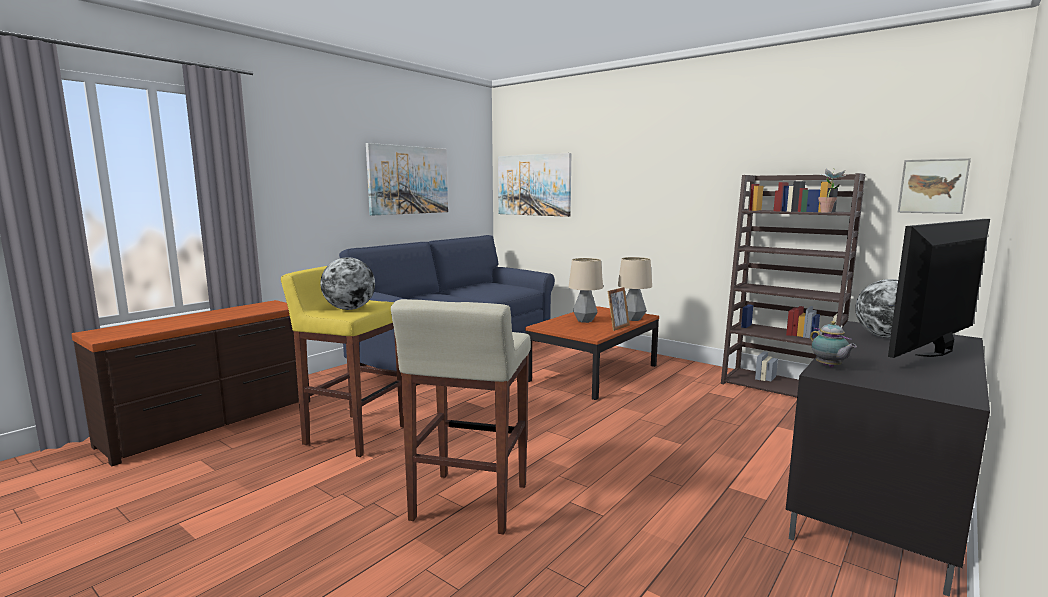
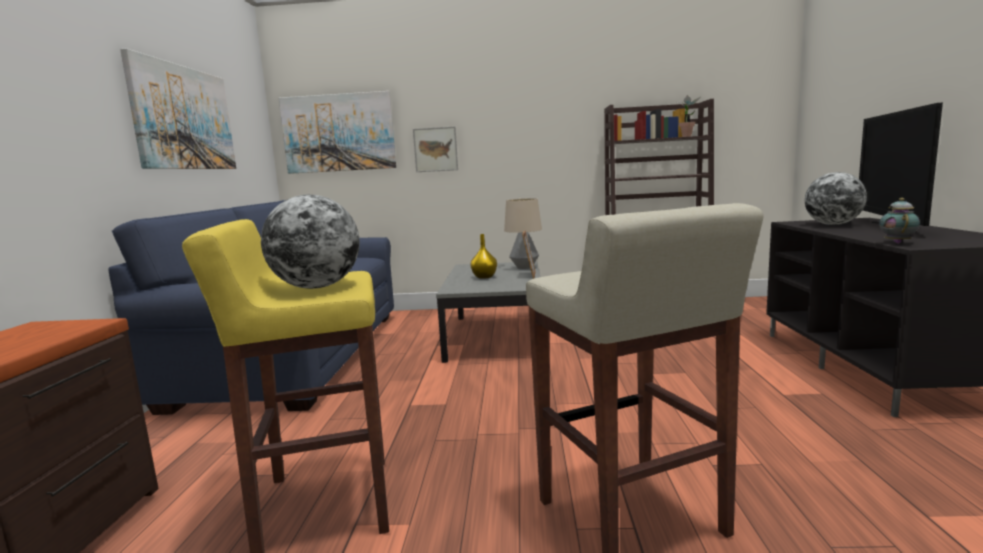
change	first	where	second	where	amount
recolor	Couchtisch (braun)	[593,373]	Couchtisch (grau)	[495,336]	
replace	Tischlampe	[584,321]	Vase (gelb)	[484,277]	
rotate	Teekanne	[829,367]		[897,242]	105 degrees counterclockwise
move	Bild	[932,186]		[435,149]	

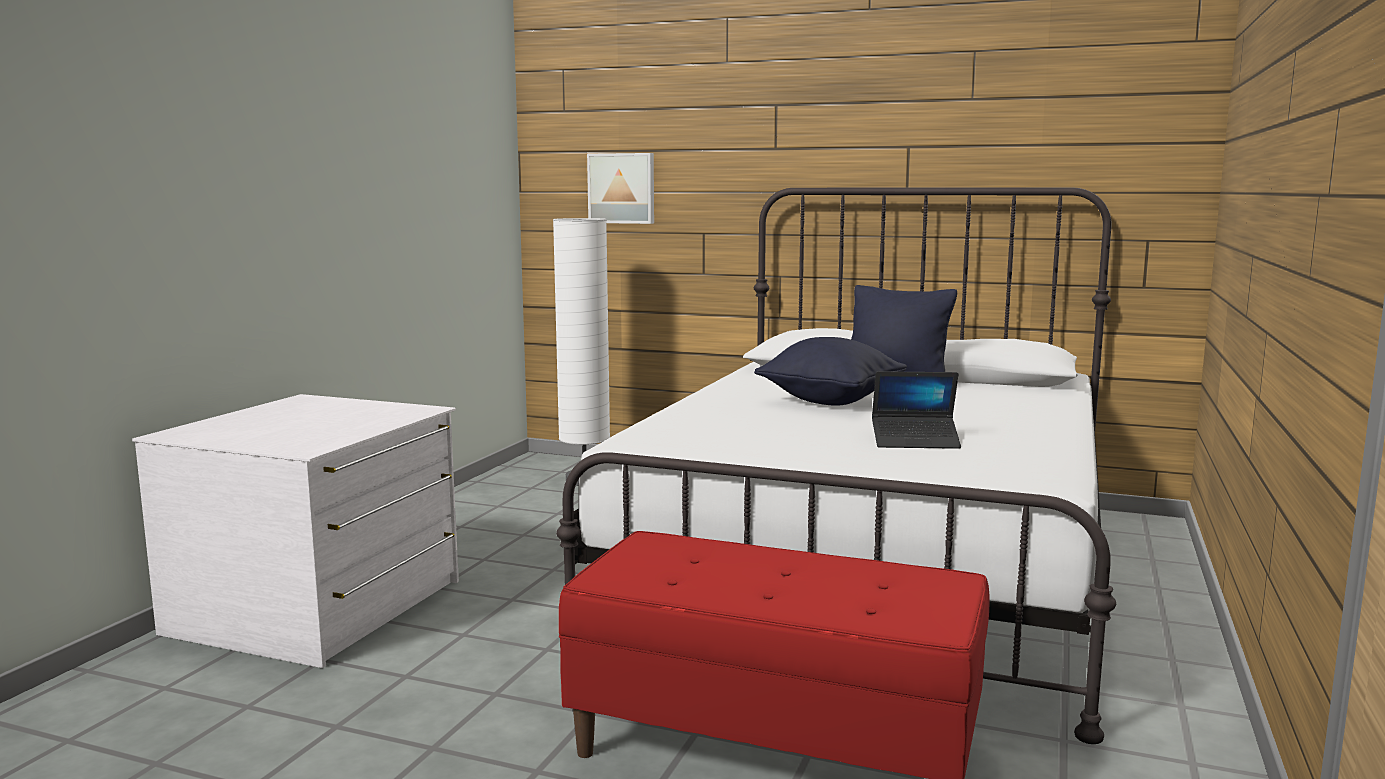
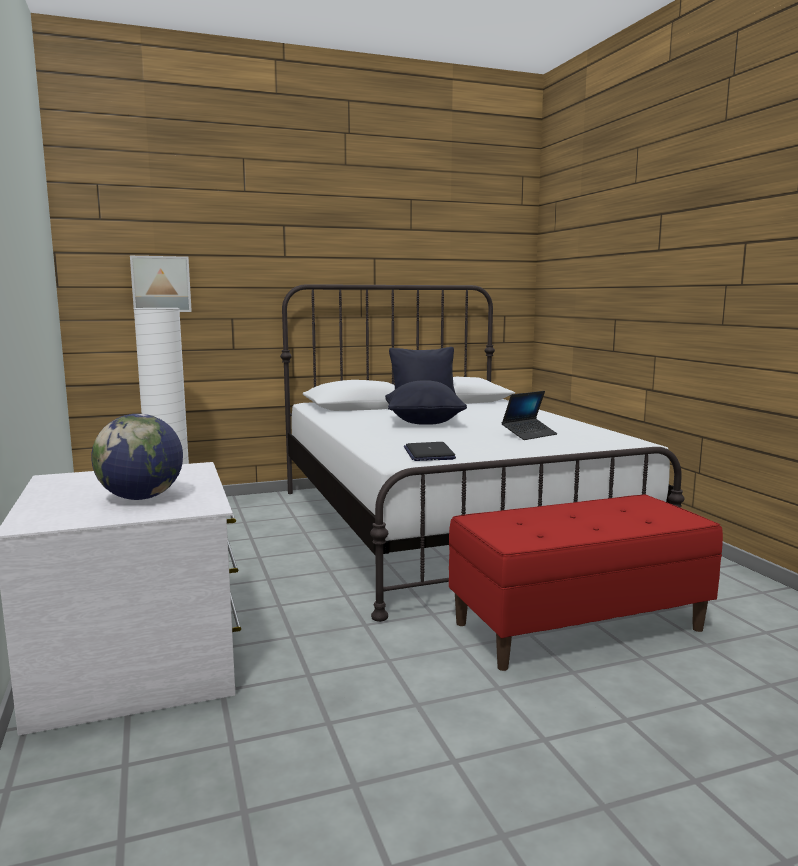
change	first	where	second	where	amount
insert			Globus	[141,498]	
insert			Laptop	[429,453]	

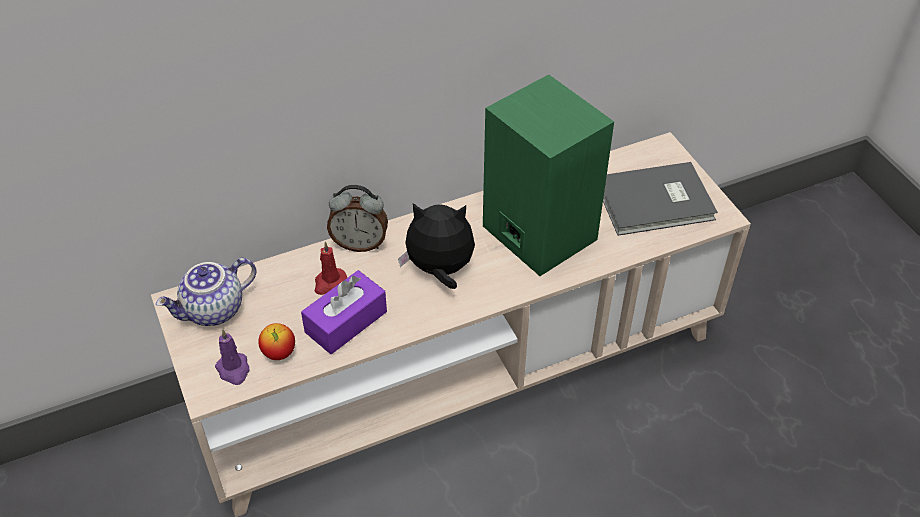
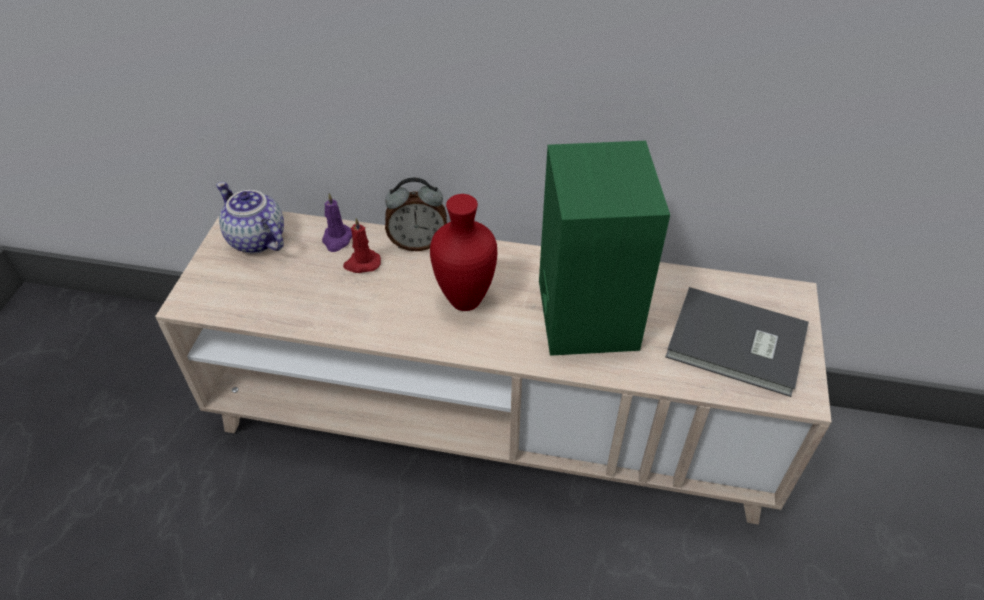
change	first	where	second	where	amount
rotate	Teekanne	[214,311]		[255,240]	45 degrees clockwise
move	Kerze (lila)	[234,370]		[337,239]	
delete	Apfel	[279,353]			
delete	Taschentuchbox (lila)	[346,322]			
rotate	Wecker	[360,243]		[418,243]	45 degrees counterclockwise
replace	Plüschtier	[440,270]	Vase (rot)	[463,301]	

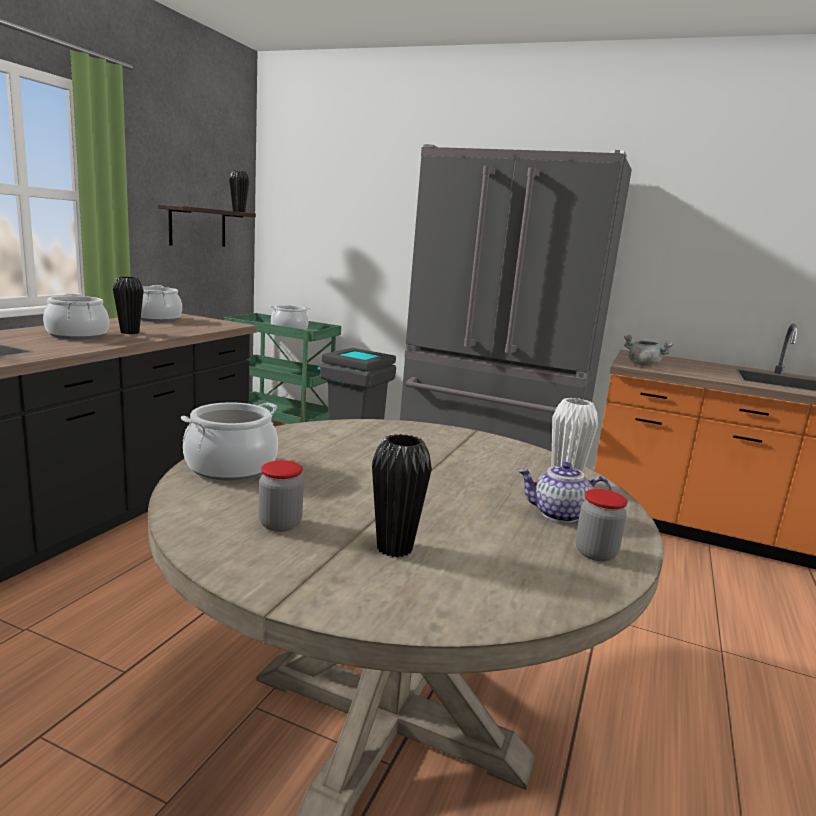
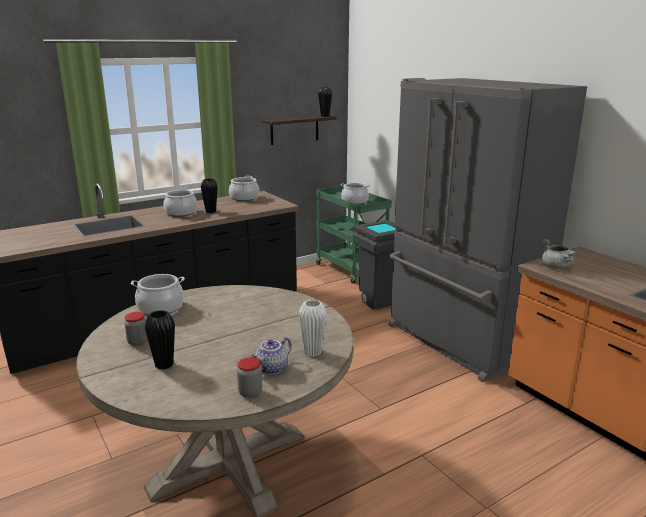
change	first	where	second	where	amount
rotate	Teekanne	[558,515]		[272,369]	90 degrees counterclockwise

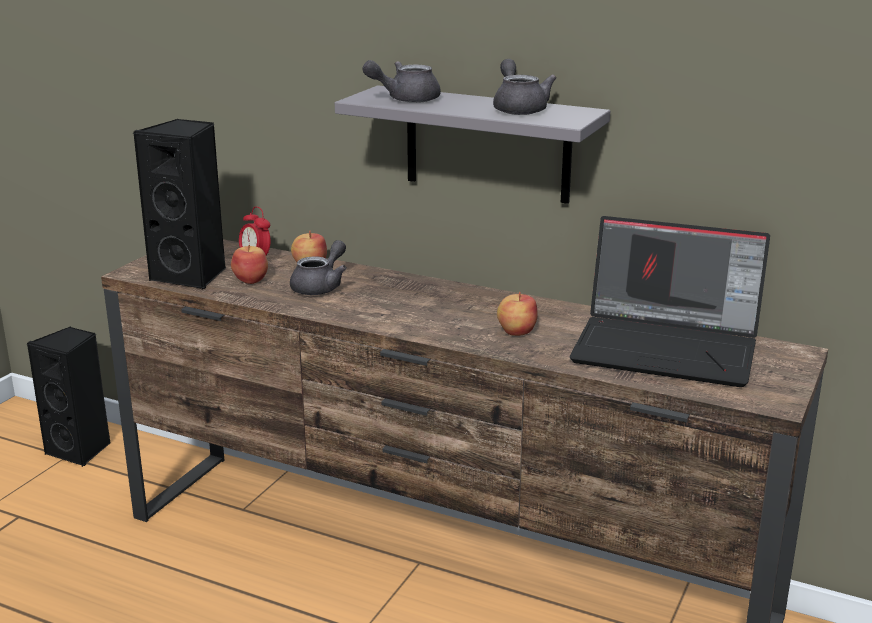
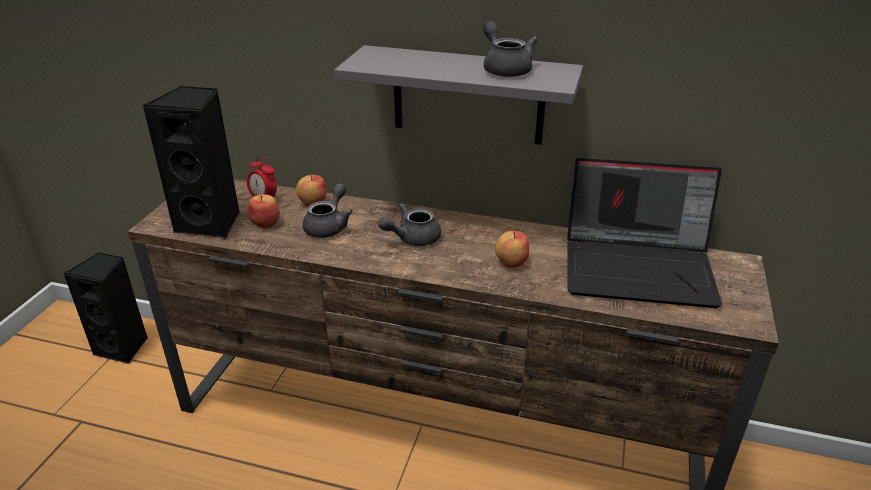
change	first	where	second	where	amount
move	Teekanne (grau)	[405,99]		[412,238]	

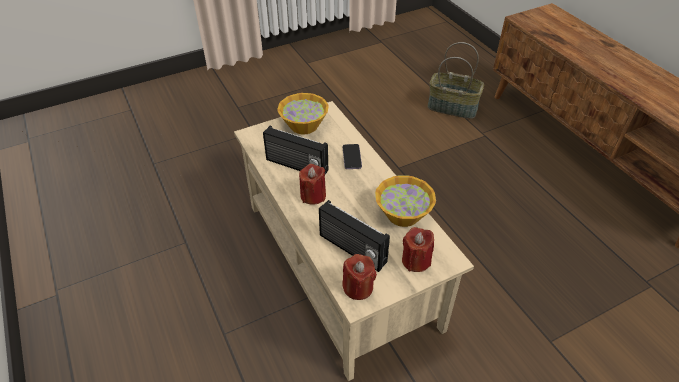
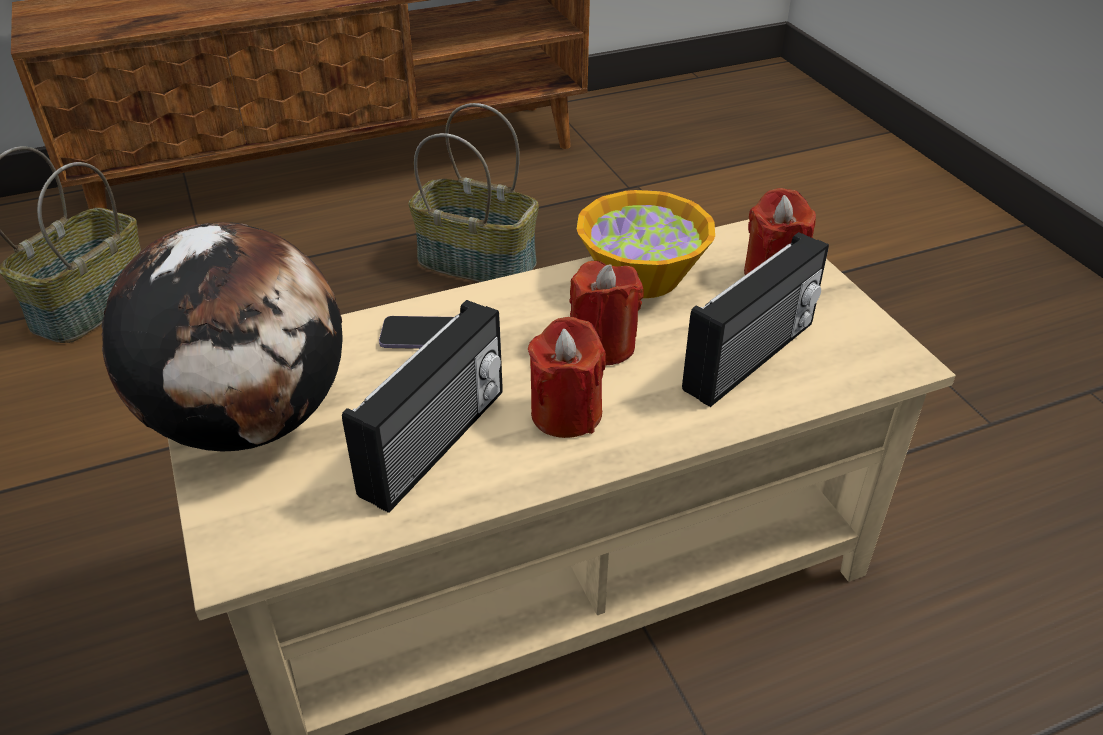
change	first	where	second	where	amount
replace	Schüssel	[304,125]	Globus	[251,421]	
move	Kerze (rot)	[358,287]		[602,345]	
insert			Korb	[478,262]	

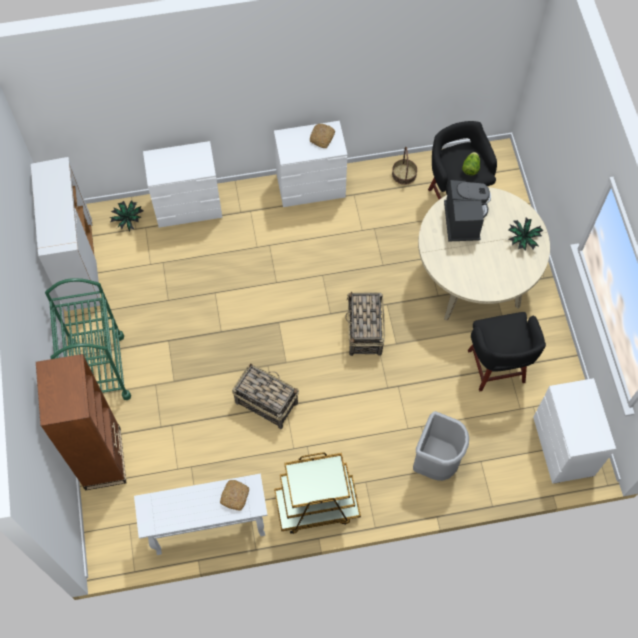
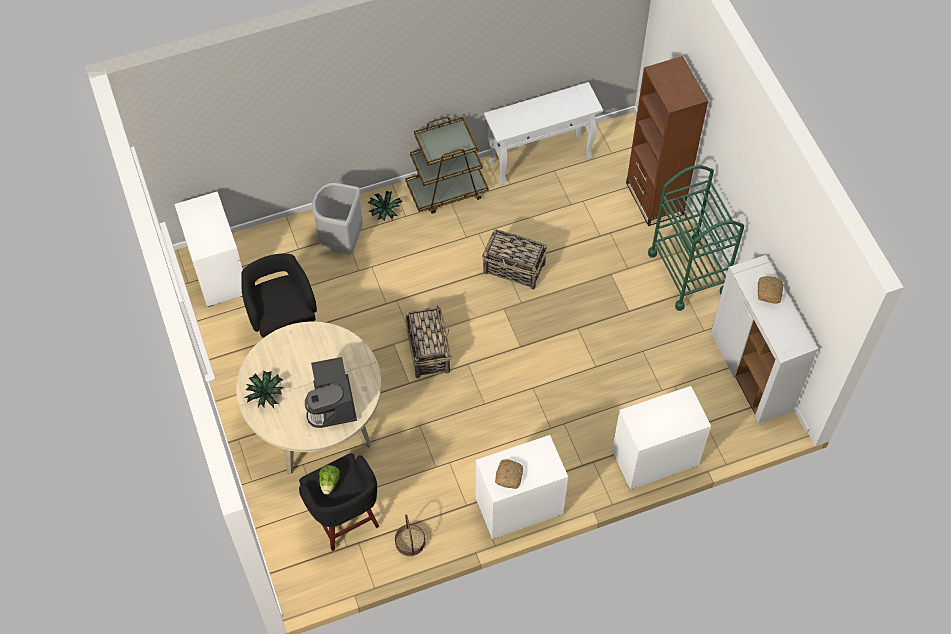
change	first	where	second	where	amount
move	Topfpflanze	[128,219]		[385,211]	
move	Brot	[234,496]		[769,292]	

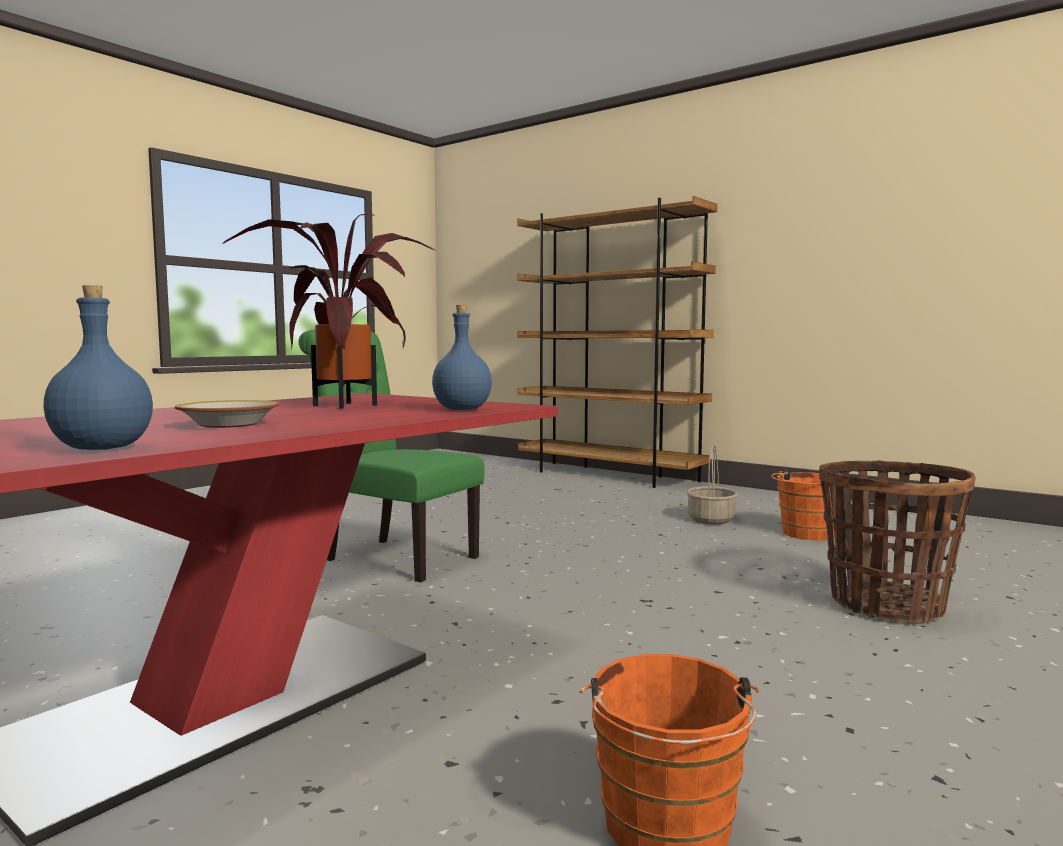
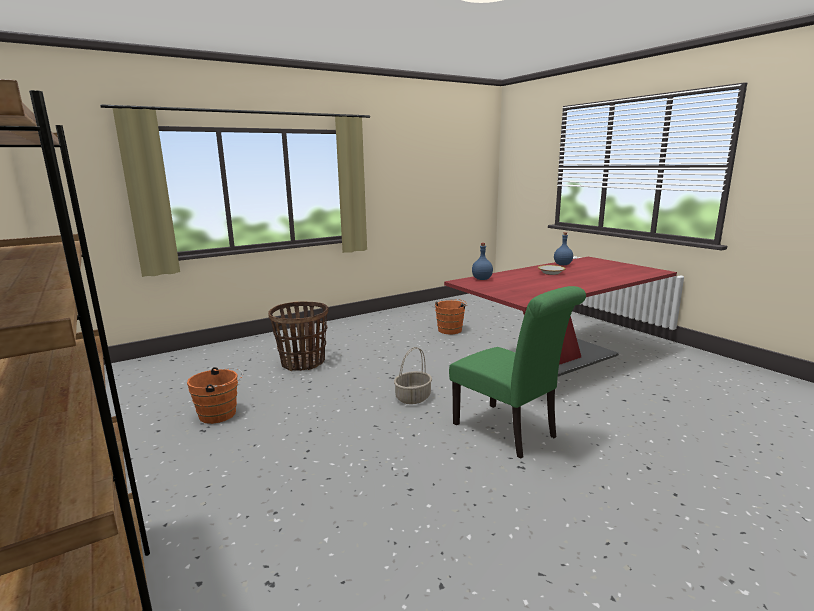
change	first	where	second	where	amount
delete	Topfpflanze	[344,405]			
move	Korb	[711,520]		[413,397]	

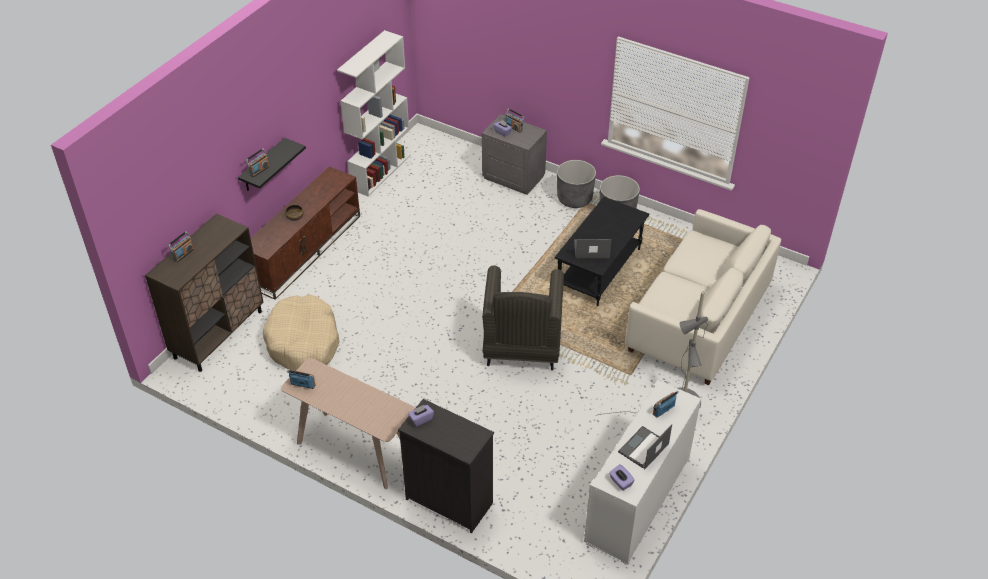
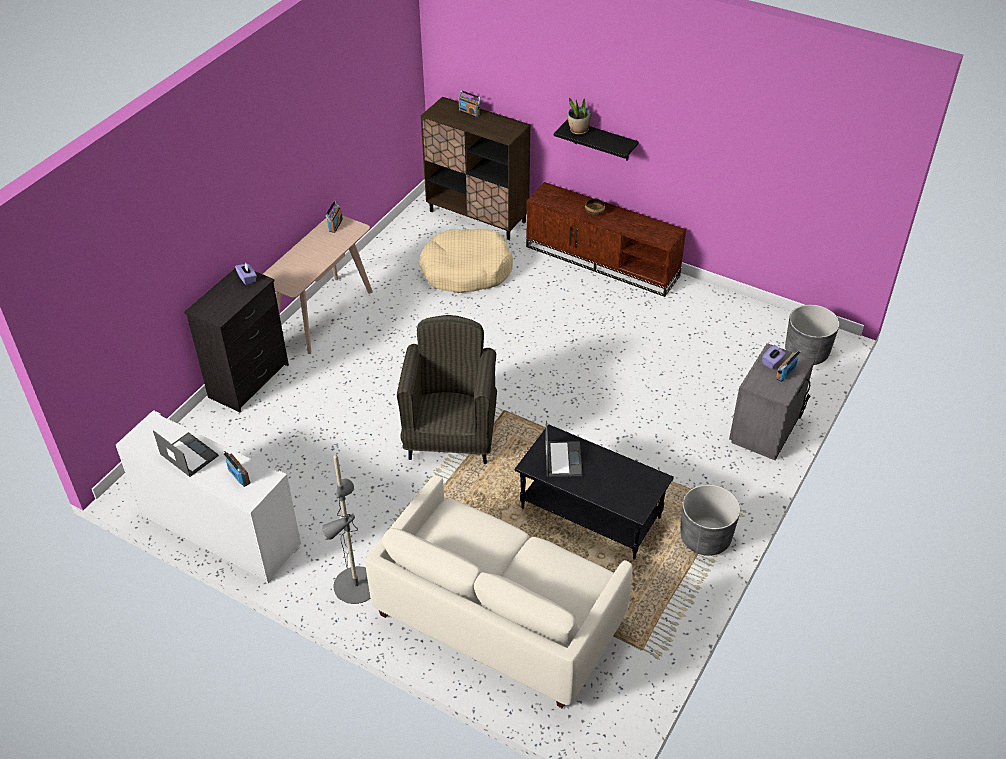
change	first	where	second	where	amount
replace	Radio	[259,170]	Topfpflanze	[578,130]	
delete	Bücherregal (weiß)	[381,171]			
rotate	Sessel (grau)	[522,348]		[451,435]	90 degrees clockwise
move	Pflanzkübel (grau)	[574,198]		[806,352]	
delete	Taschentuchbox (lila)	[620,482]			

